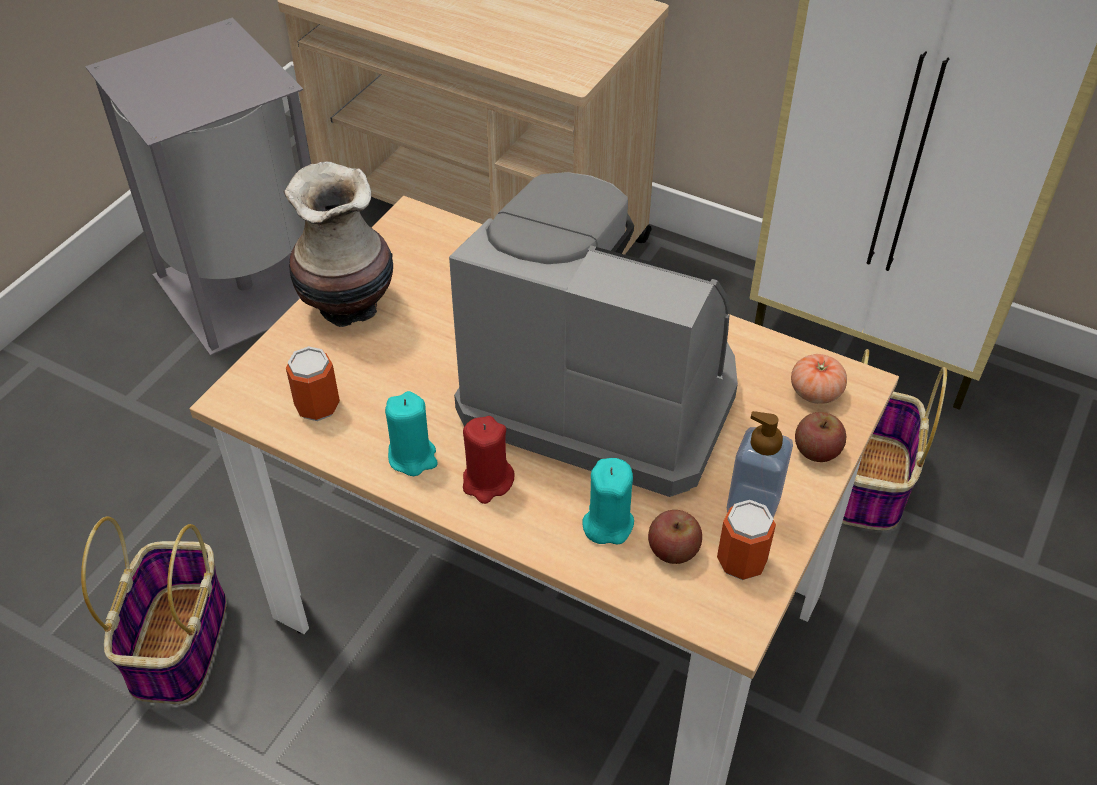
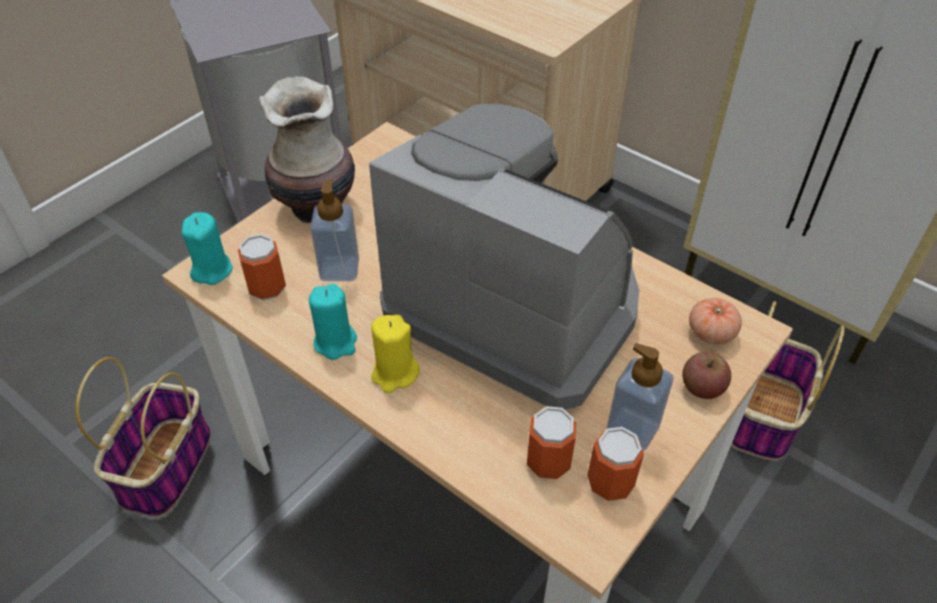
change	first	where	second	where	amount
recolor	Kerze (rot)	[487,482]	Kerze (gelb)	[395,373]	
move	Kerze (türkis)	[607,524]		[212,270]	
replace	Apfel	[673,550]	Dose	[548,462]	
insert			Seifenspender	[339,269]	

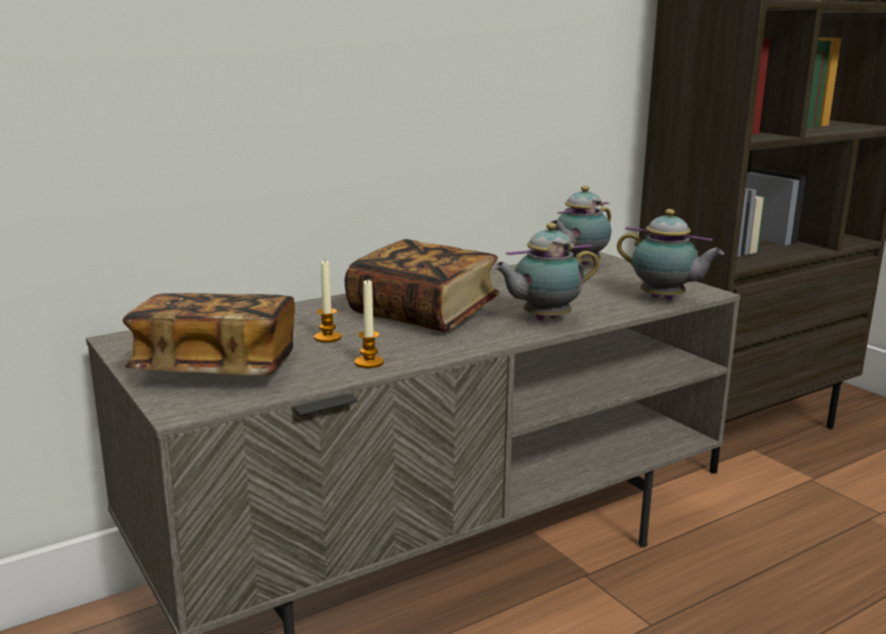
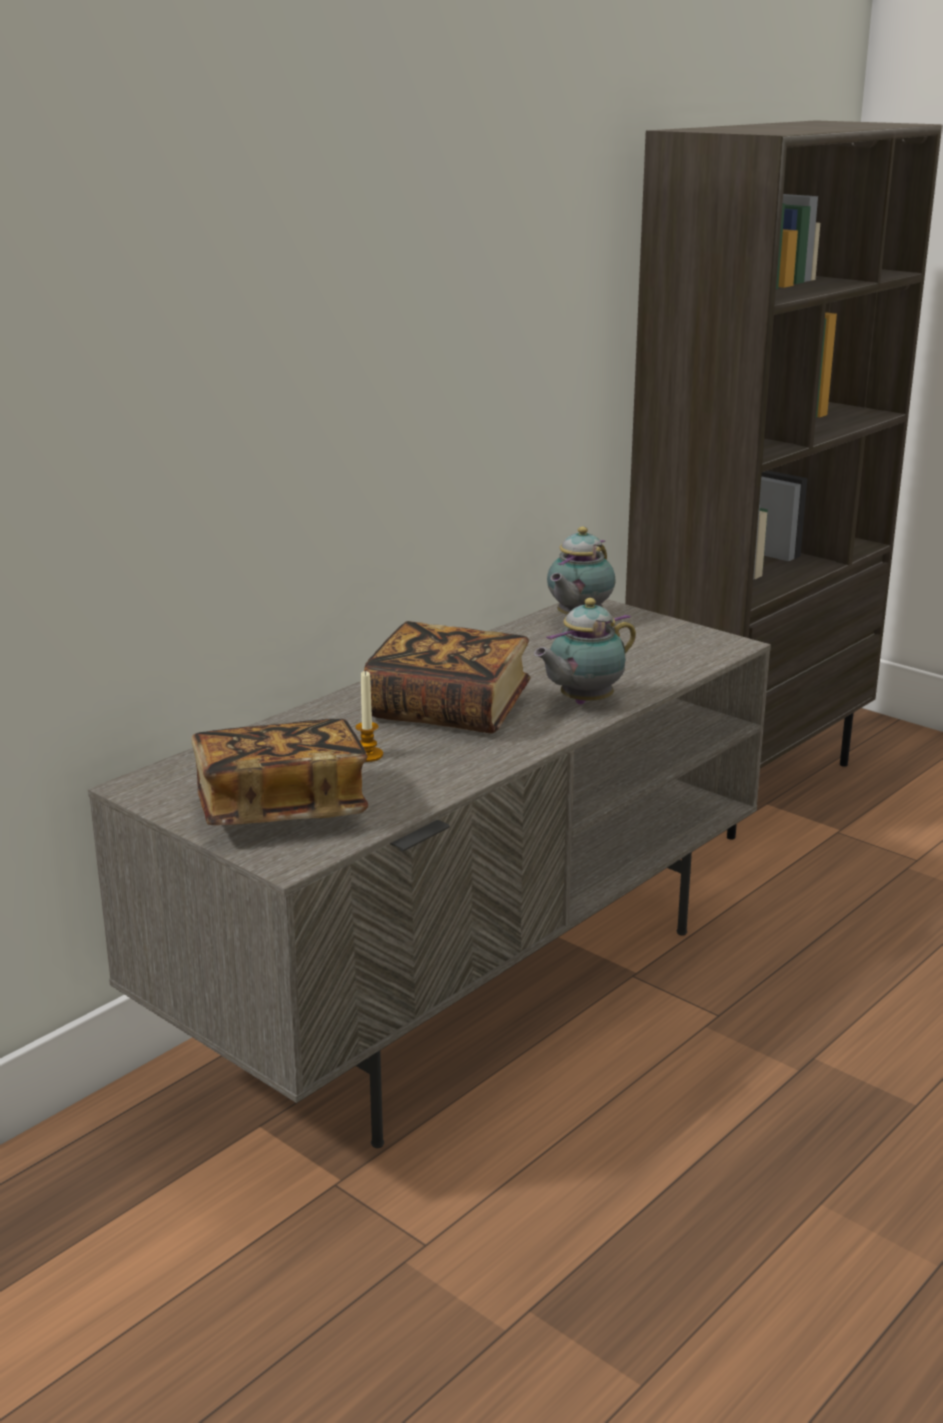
change	first	where	second	where	amount
delete	Kerze	[369,362]			
delete	Teekanne	[665,299]			

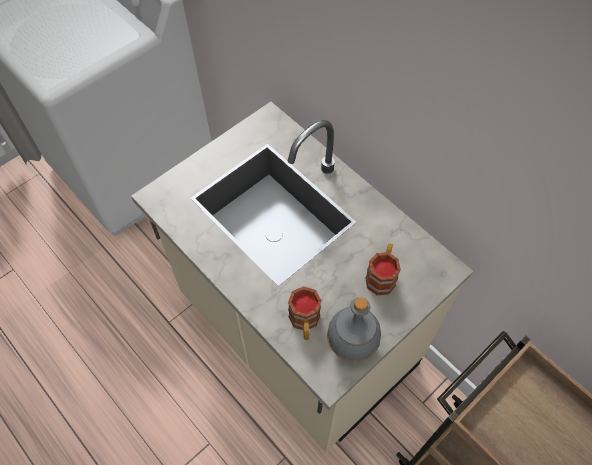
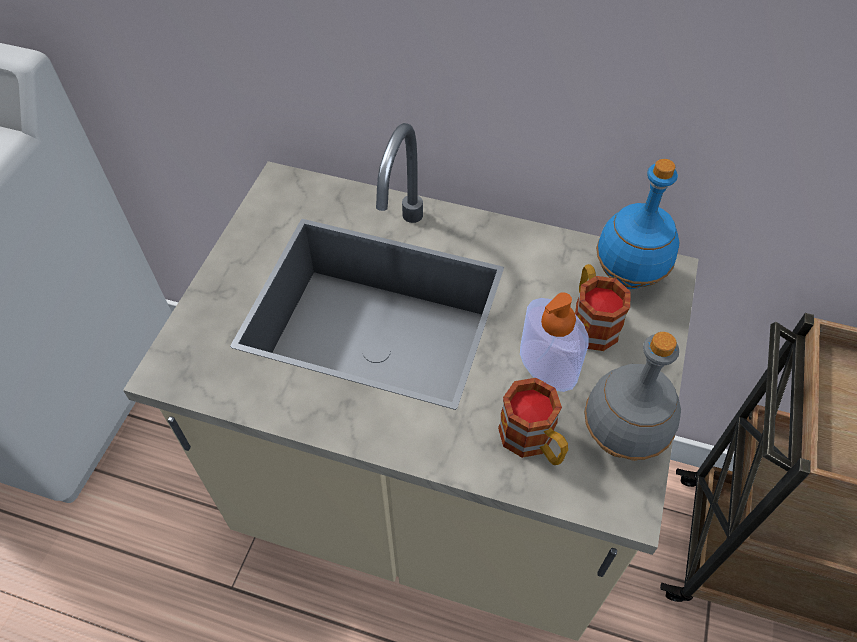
change	first	where	second	where	amount
insert			Seifenspender	[547,365]	
insert			Flasche (blau)	[626,277]	

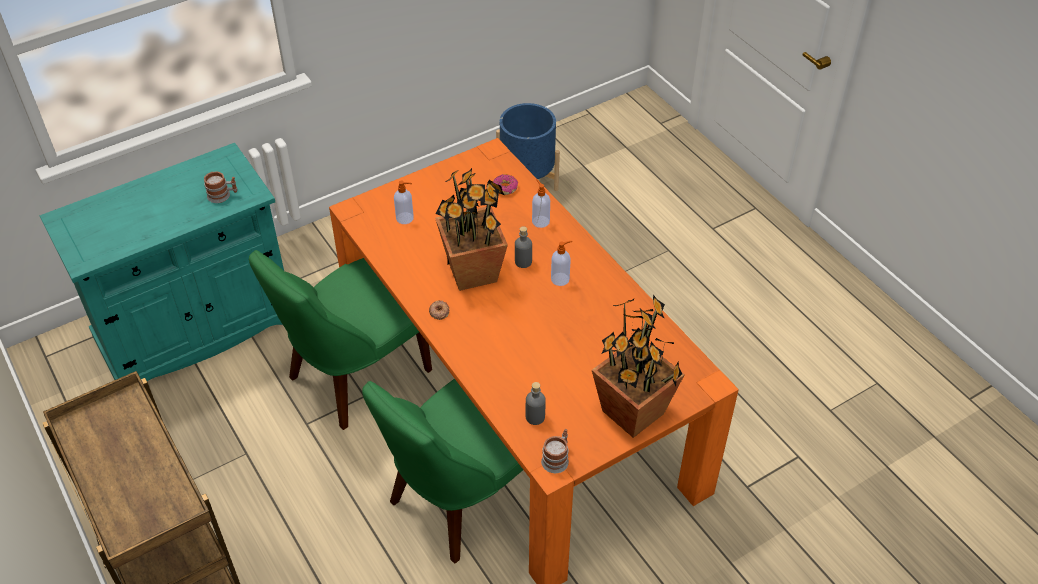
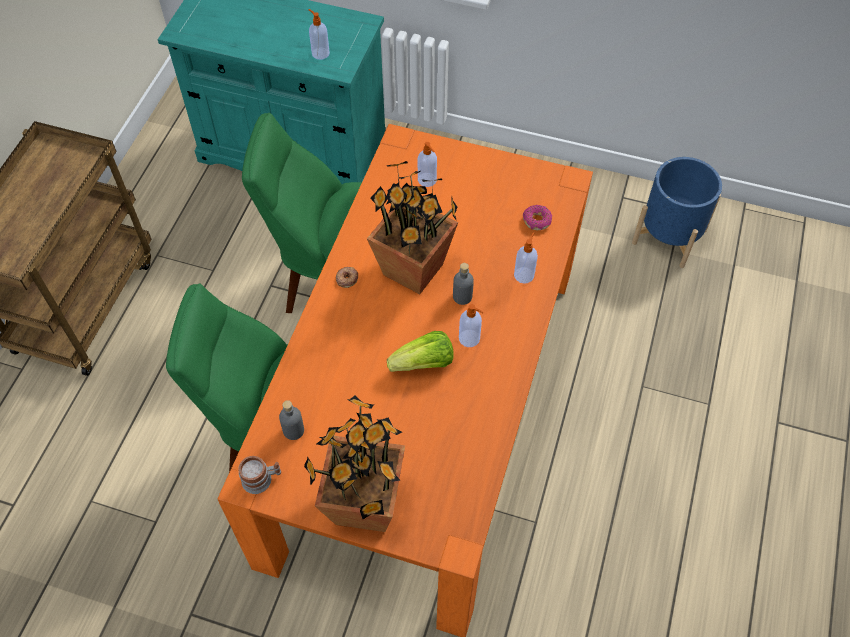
change	first	where	second	where	amount
replace	Henkelbecher	[223,195]	Seifenspender	[320,53]	
insert			Salatkopf	[424,363]	

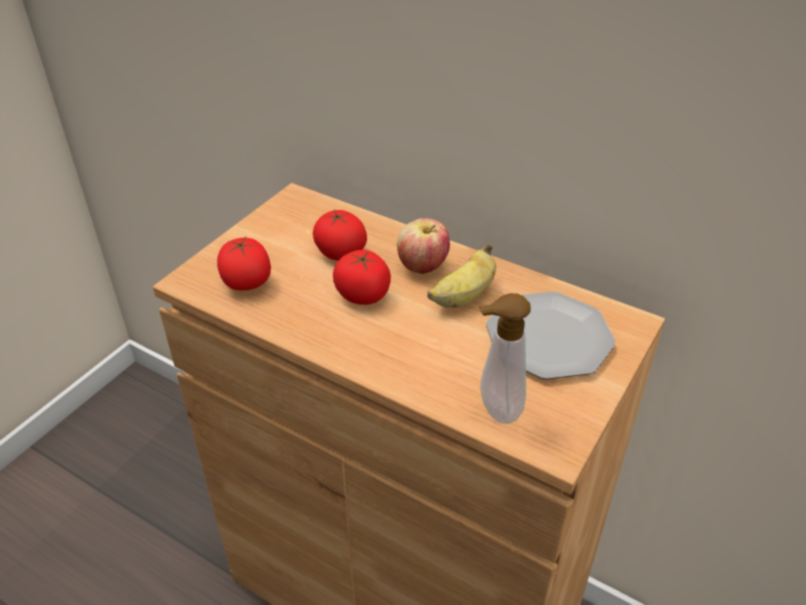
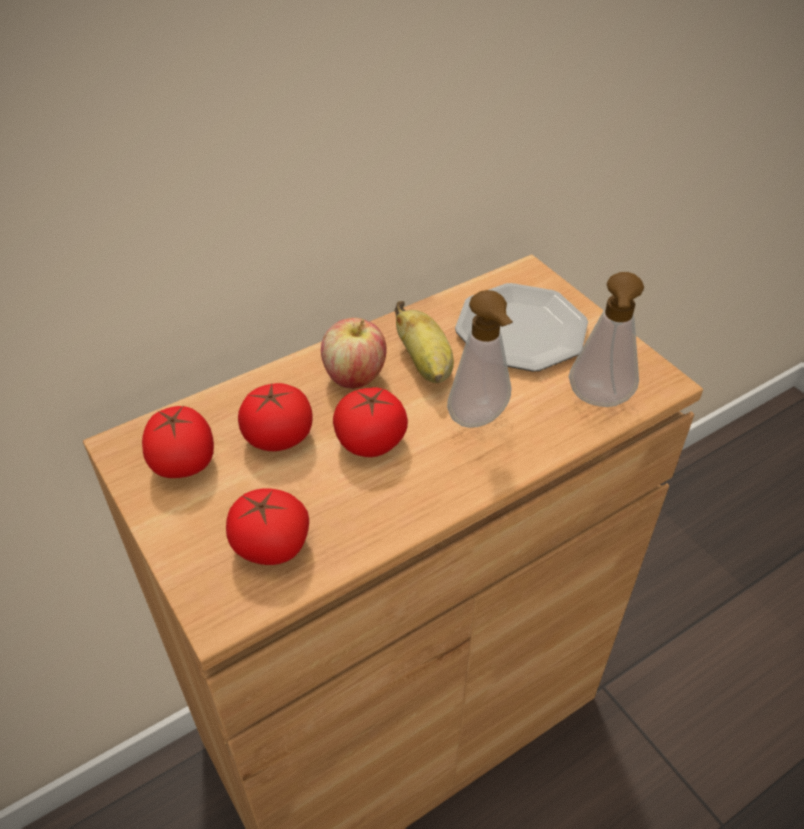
change	first	where	second	where	amount
insert			Tomate	[183,462]	
insert			Seifenspender	[480,420]	

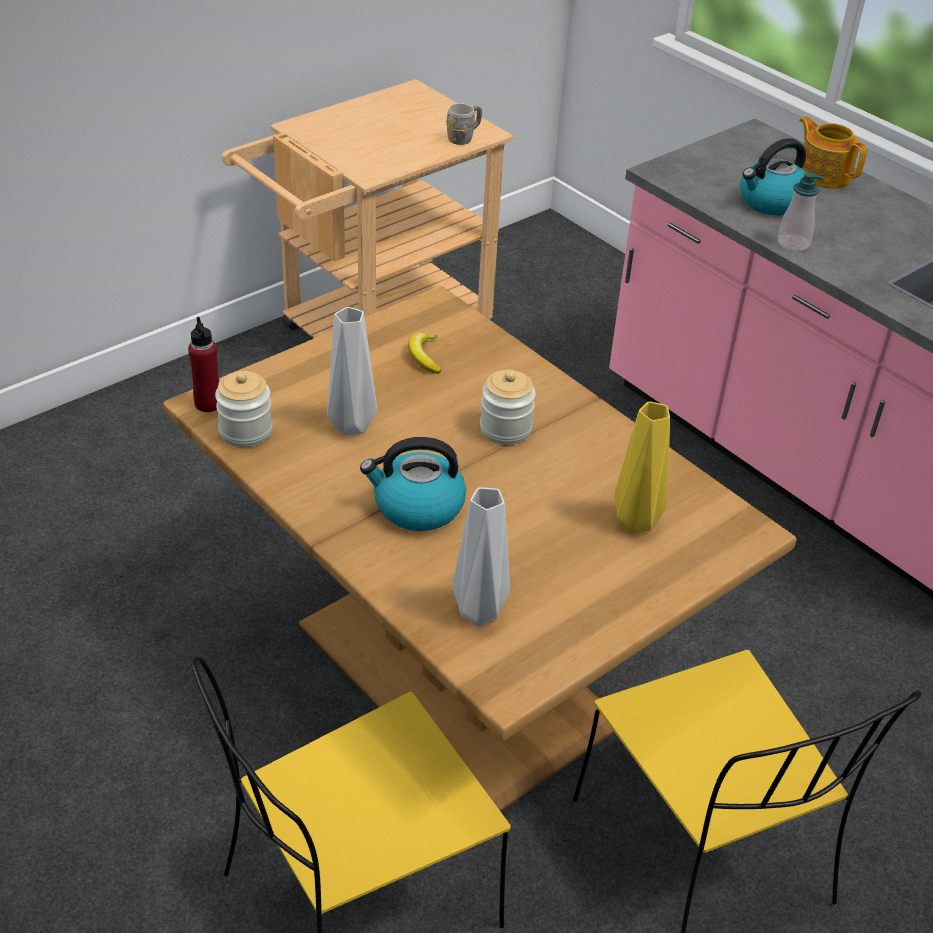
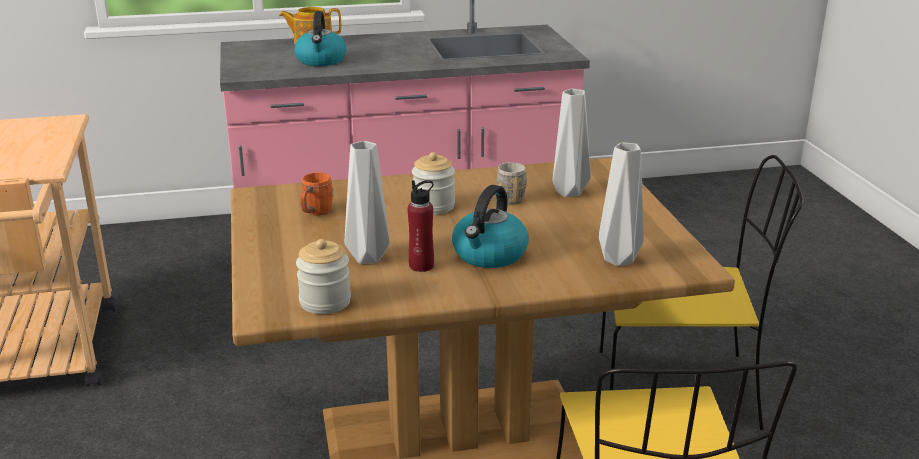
change	first	where	second	where	amount
move	Flasche (rot)	[208,404]		[421,266]	
replace	Banane	[424,357]	Henkelbecher (orange)	[315,213]	
move	Henkelbecher (grau)	[464,137]		[508,197]	
recolor	Vase (gelb)	[633,524]	Vase (grau)	[569,193]	
delete	Seifenspender	[793,244]			

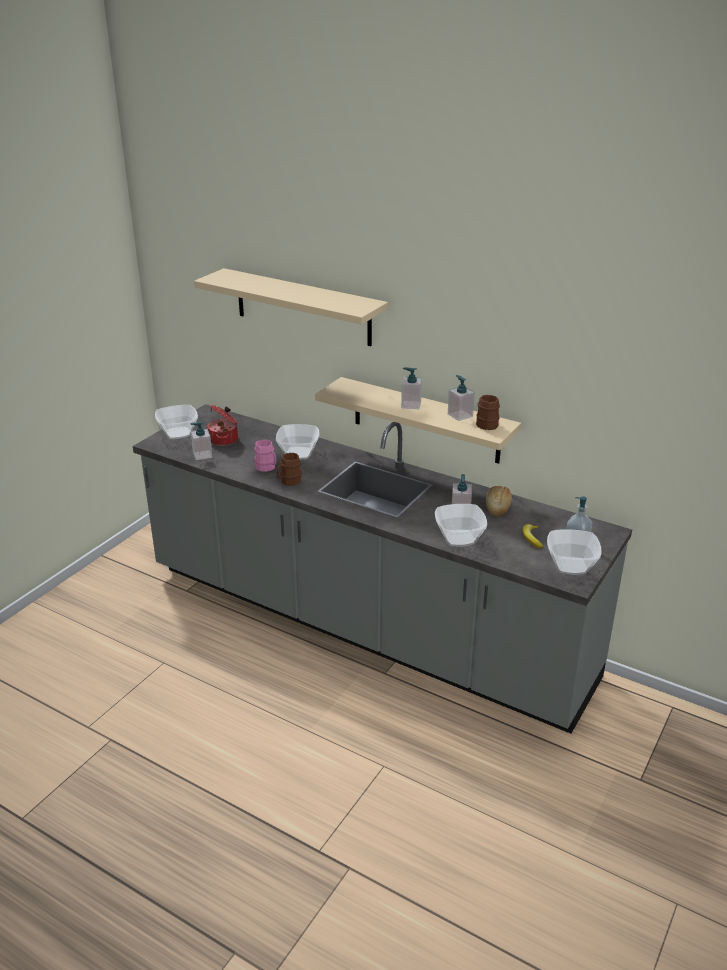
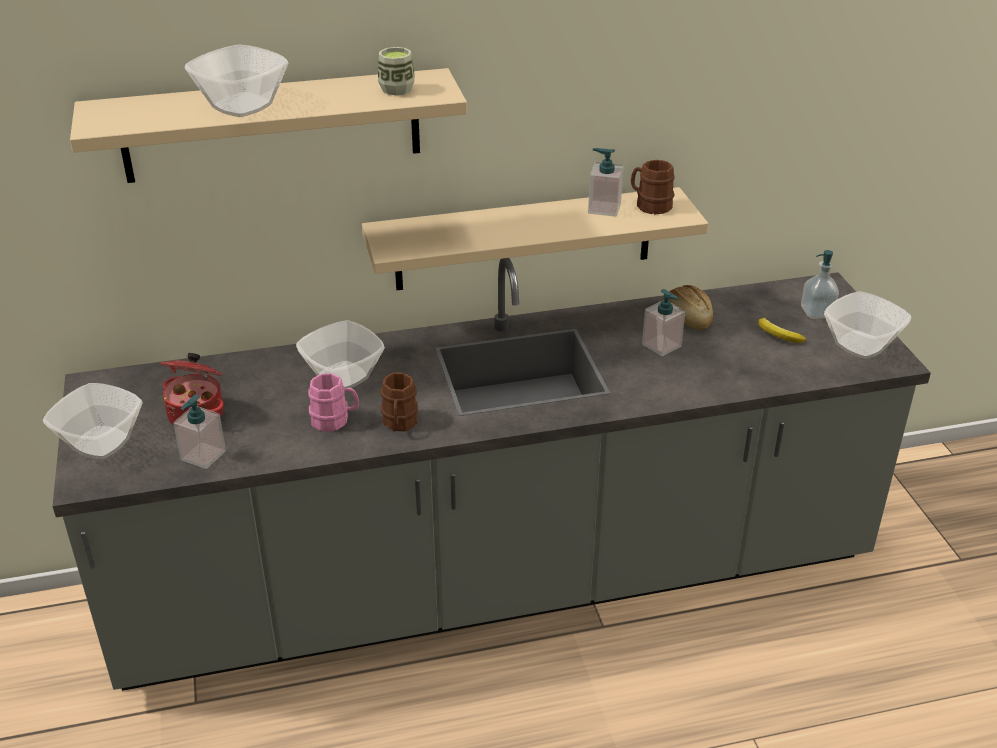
change	first	where	second	where	amount
delete	Seifenspender	[411,405]			
move	Schüssel	[460,539]		[243,106]	
insert			Tasse	[397,89]	

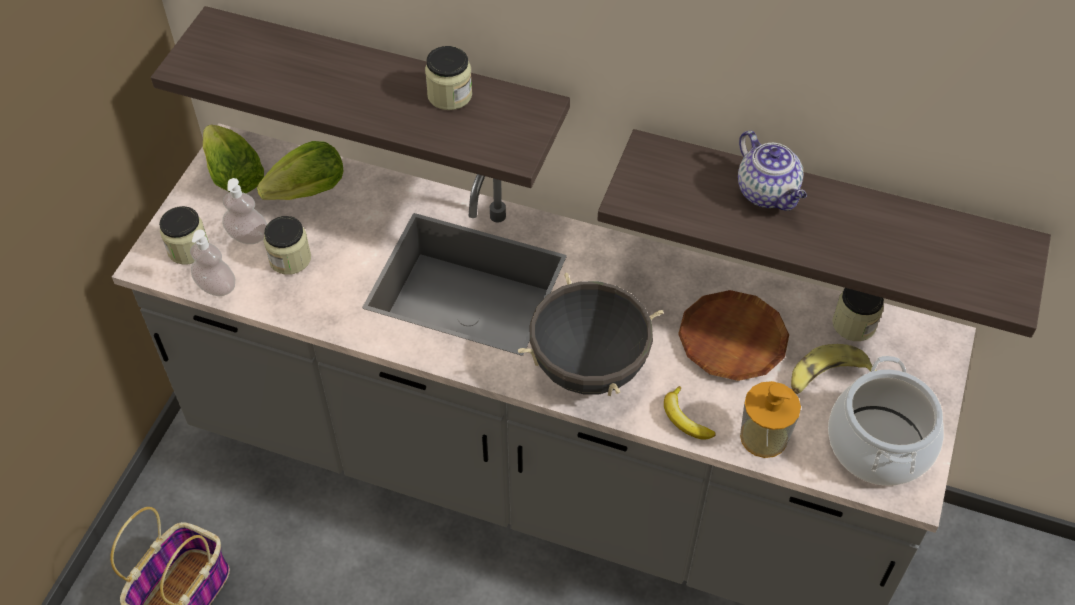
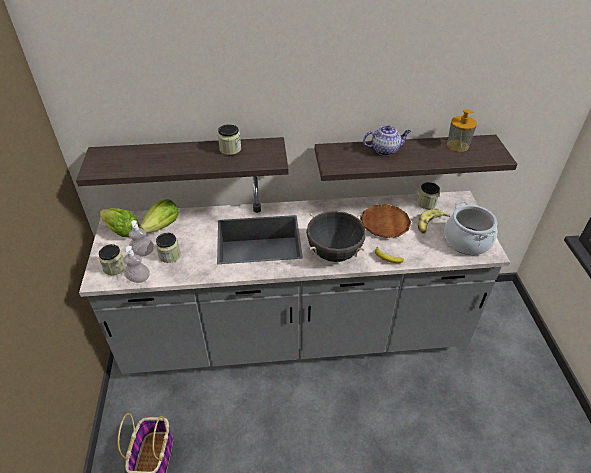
change	first	where	second	where	amount
rotate	Teekanne	[768,193]		[385,150]	45 degrees counterclockwise
move	Seifenspender	[763,437]		[457,146]	

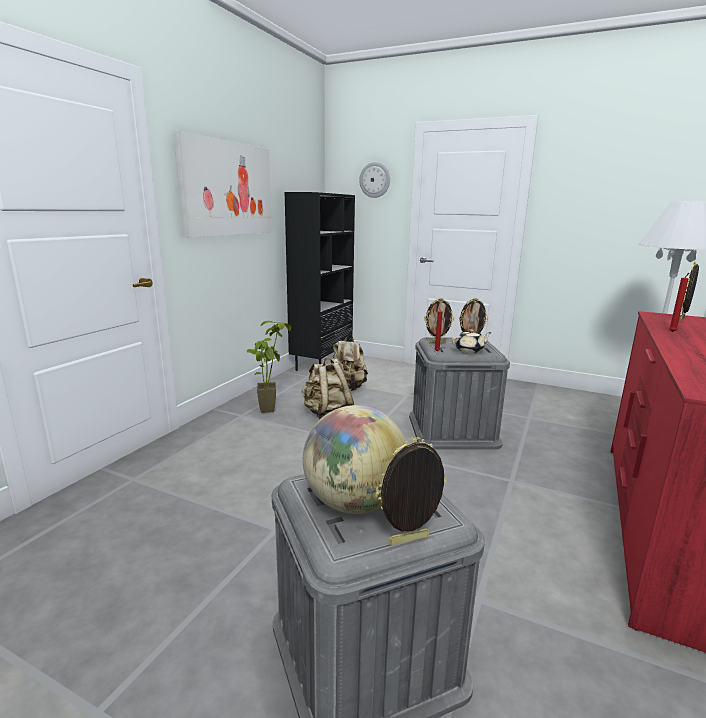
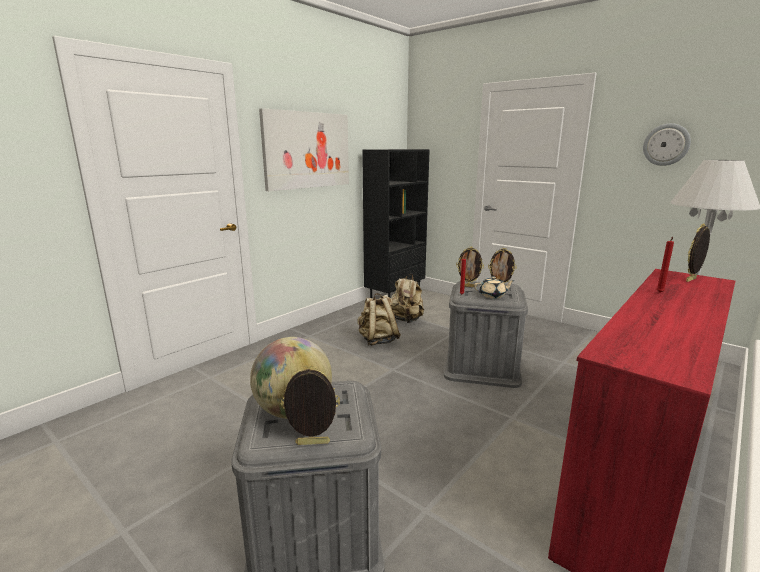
change	first	where	second	where	amount
delete	Topfpflanze	[269,407]			
move	Wanduhr	[375,180]		[666,144]	

